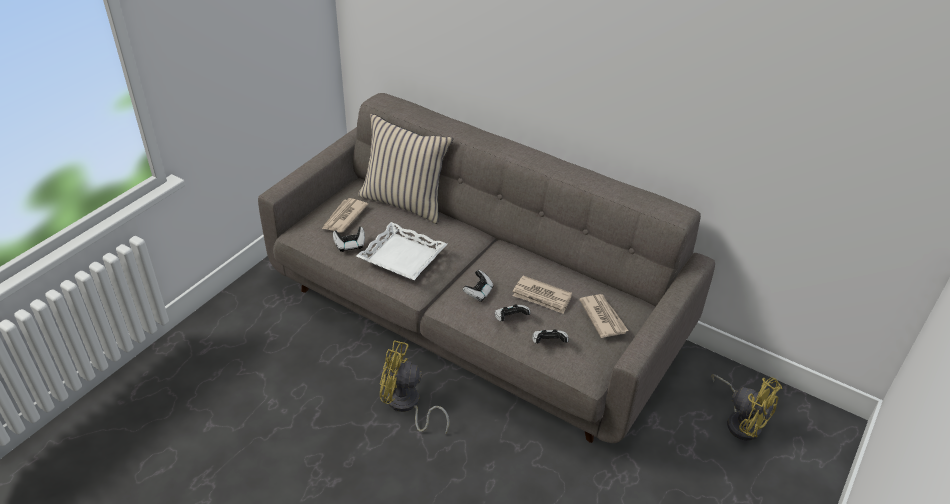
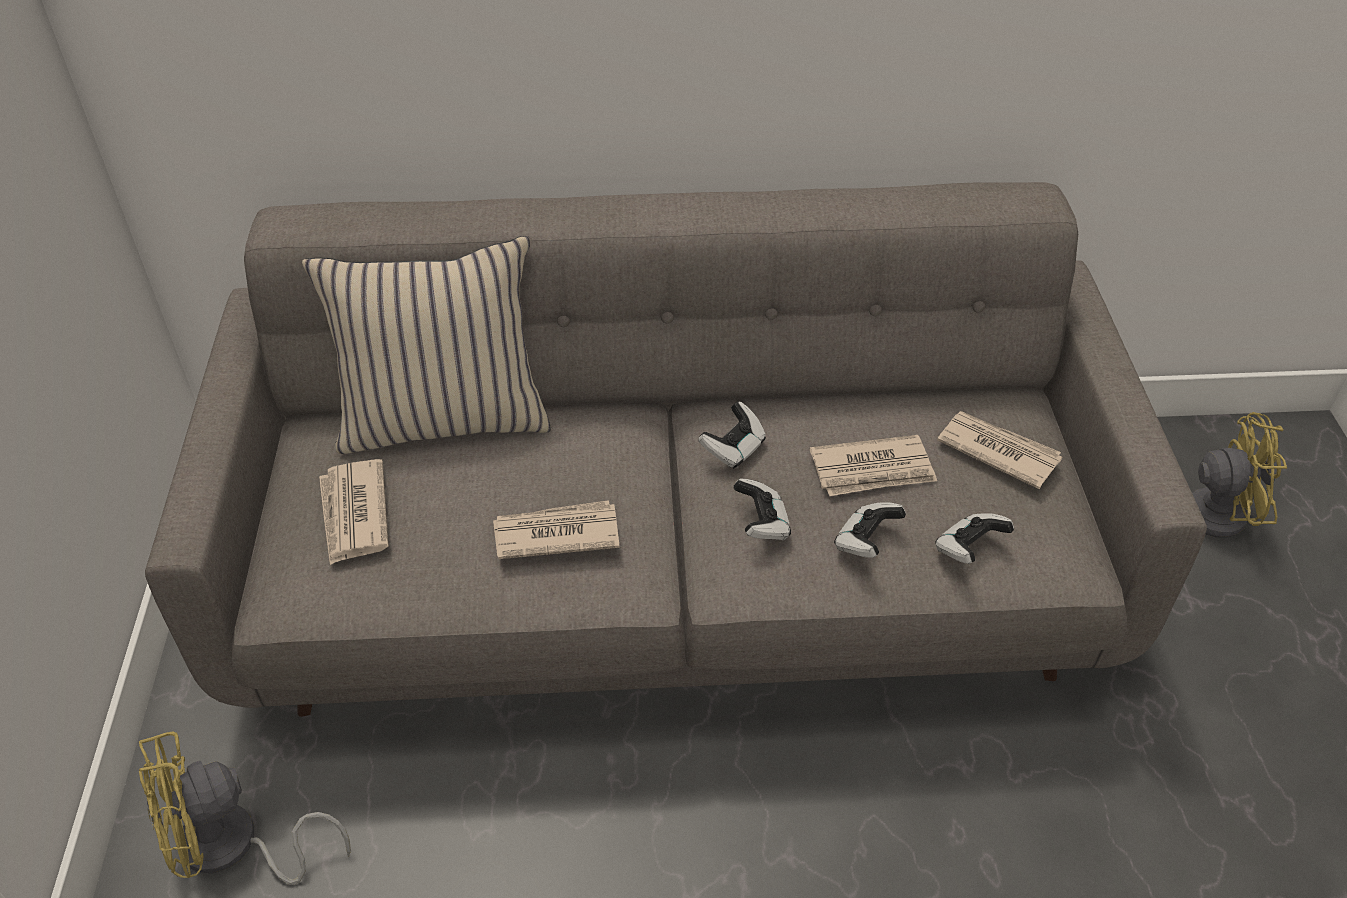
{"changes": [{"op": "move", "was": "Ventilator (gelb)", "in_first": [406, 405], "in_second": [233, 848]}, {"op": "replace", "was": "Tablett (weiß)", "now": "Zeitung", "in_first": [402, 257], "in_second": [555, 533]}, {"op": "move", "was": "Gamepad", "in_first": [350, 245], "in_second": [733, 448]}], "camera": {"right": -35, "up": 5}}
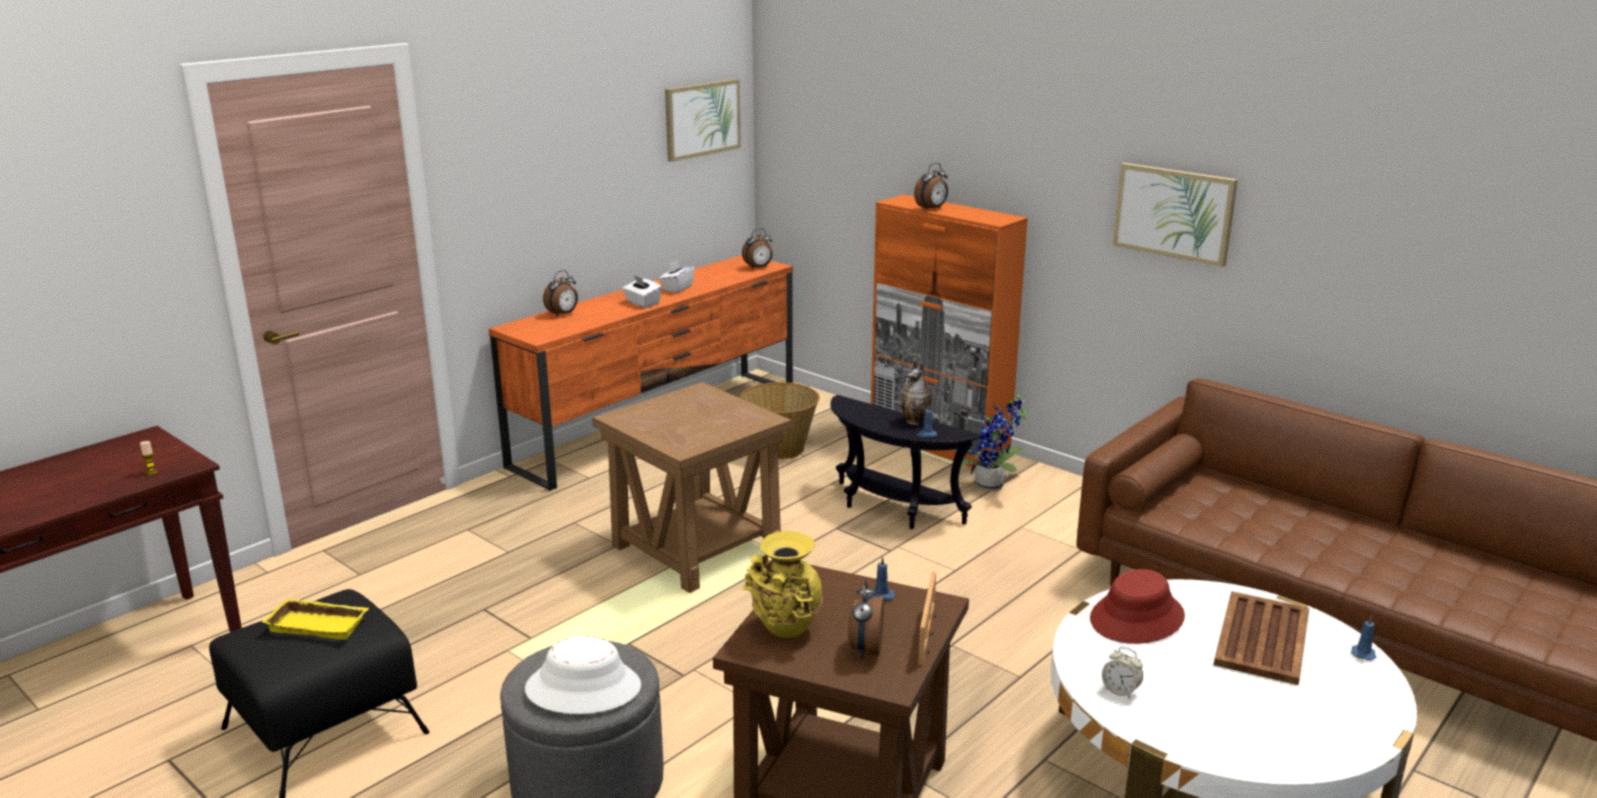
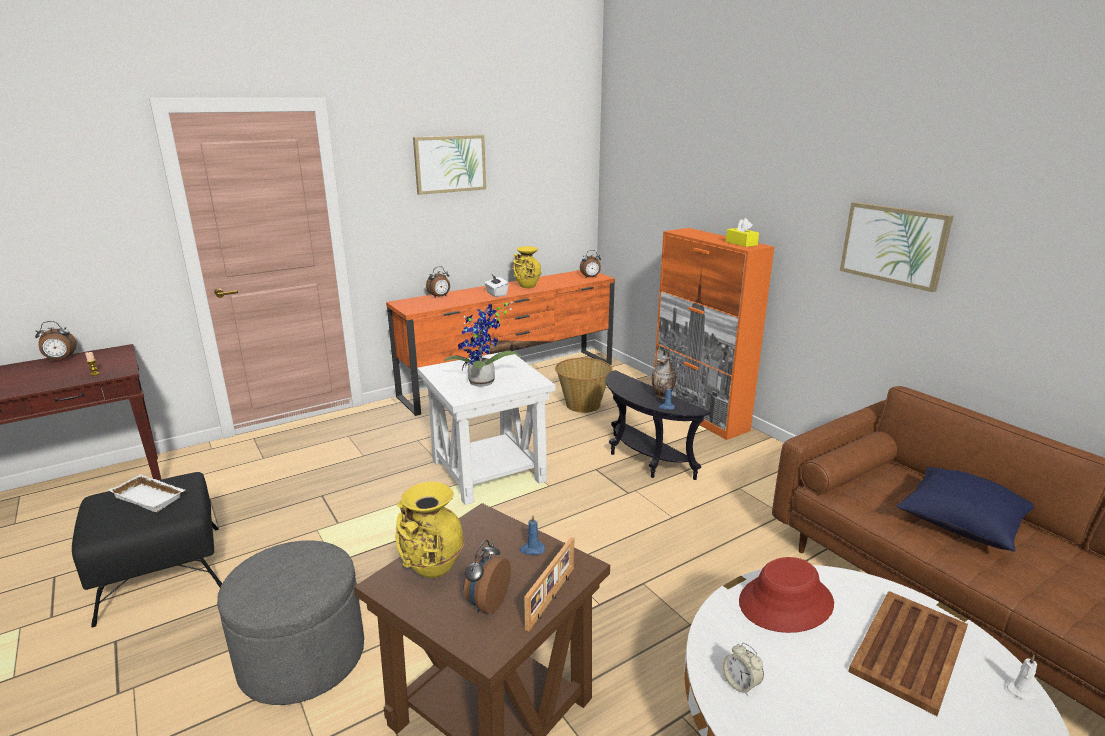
{"changes": [{"op": "move", "was": "Wecker", "in_first": [932, 209], "in_second": [60, 359]}, {"op": "recolor", "was": "Tablett (gelb)", "now": "Tablett (weiß)", "in_first": [320, 624], "in_second": [151, 497]}, {"op": "move", "was": "Bild", "in_first": [702, 119], "in_second": [450, 164]}, {"op": "recolor", "was": "Beistelltisch (braun)", "now": "Beistelltisch (weiß)", "in_first": [698, 548], "in_second": [489, 471]}, {"op": "move", "was": "Topfpflanze", "in_first": [992, 487], "in_second": [483, 383]}, {"op": "replace", "was": "Taschentuchbox (weiß)", "now": "Vase (gelb)", "in_first": [677, 288], "in_second": [526, 286]}, {"op": "insert", "now": "Taschentuchbox (gelb)", "in_second": [741, 243]}, {"op": "insert", "now": "Kissen (blau)", "in_second": [960, 524]}, {"op": "recolor", "was": "Kerze (blau)", "now": "Kerze (weiß)", "in_first": [1362, 653], "in_second": [1020, 690]}, {"op": "delete", "was": "Hut (weiß)", "in_first": [583, 688]}], "camera": {"right": 15, "up": 0}}
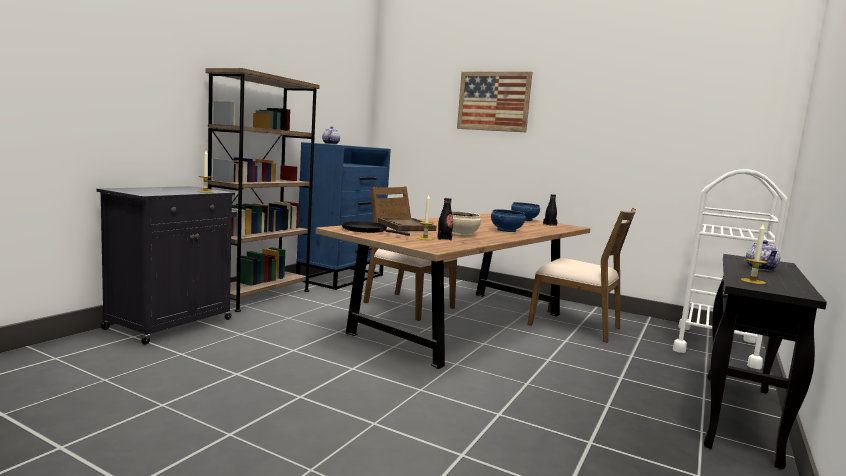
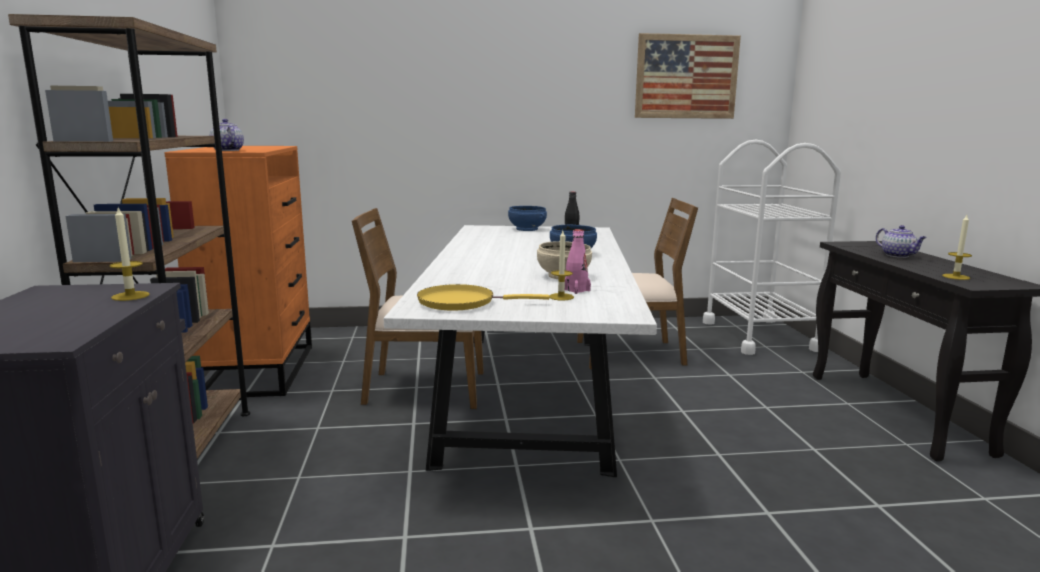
{"changes": [{"op": "recolor", "was": "Kommode (blau)", "now": "Kommode (orange)", "in_first": [342, 277], "in_second": [260, 370]}, {"op": "recolor", "was": "Esstisch (braun)", "now": "Esstisch (weiß)", "in_first": [462, 323], "in_second": [528, 393]}, {"op": "recolor", "was": "Pfanne (schwarz)", "now": "Pfanne (gelb)", "in_first": [367, 230], "in_second": [461, 302]}, {"op": "recolor", "was": "Flasche (schwarz)", "now": "Flasche (rosa)", "in_first": [444, 239], "in_second": [576, 290]}, {"op": "move", "was": "Bild", "in_first": [493, 101], "in_second": [686, 77]}, {"op": "delete", "was": "Tablett (braun)", "in_first": [406, 226]}], "camera": {"right": -35, "up": 5}}
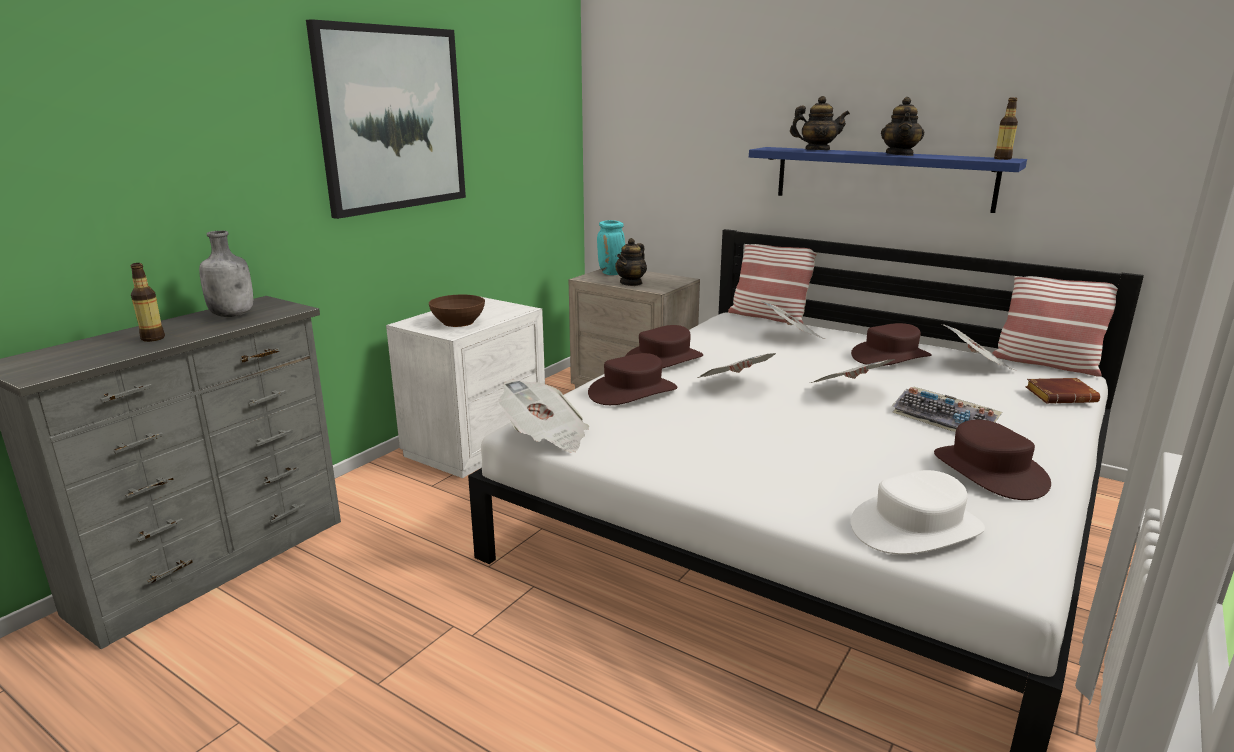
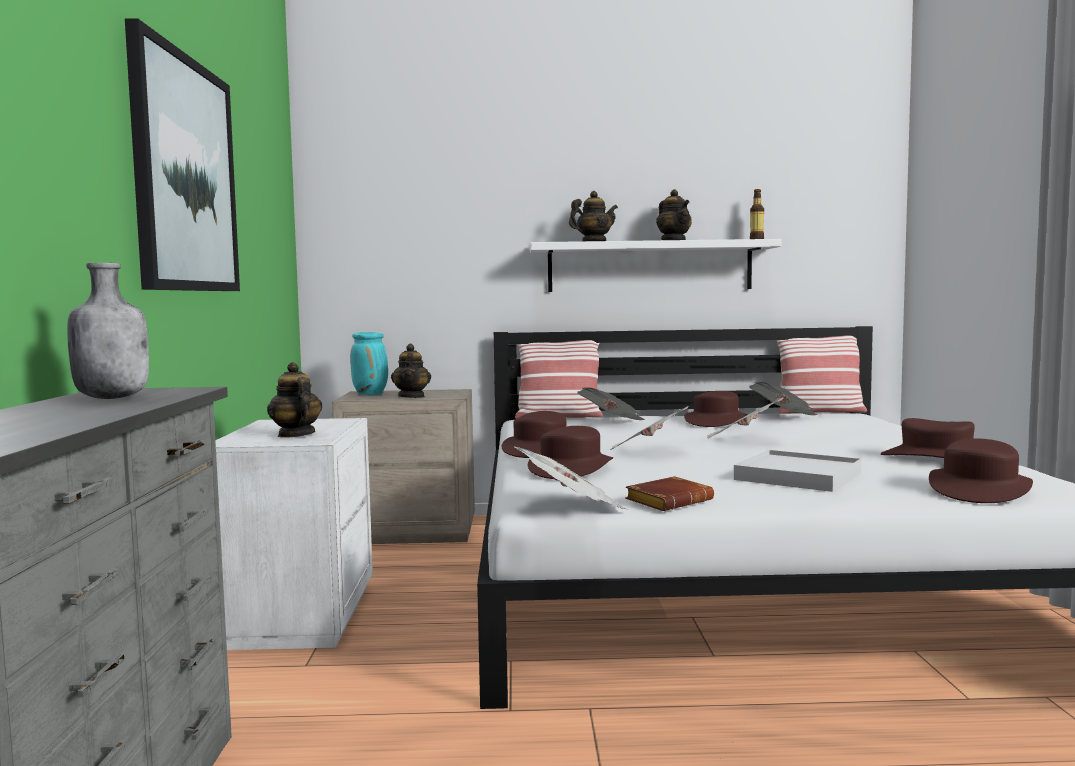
{"changes": [{"op": "replace", "was": "Schüssel (braun)", "now": "Teekanne", "in_first": [457, 322], "in_second": [295, 435]}, {"op": "recolor", "was": "Wandregal (blau)", "now": "Wandregal (weiß)", "in_first": [882, 178], "in_second": [649, 266]}, {"op": "move", "was": "Buch (braun)", "in_first": [1061, 396], "in_second": [669, 501]}, {"op": "insert", "now": "Tablett (weiß)", "in_second": [798, 476]}, {"op": "recolor", "was": "Hut (weiß)", "now": "Hut (braun)", "in_first": [916, 528], "in_second": [979, 489]}, {"op": "delete", "was": "Flasche", "in_first": [153, 338]}, {"op": "delete", "was": "Tastatur", "in_first": [945, 420]}], "camera": {"right": -35, "up": -15}}
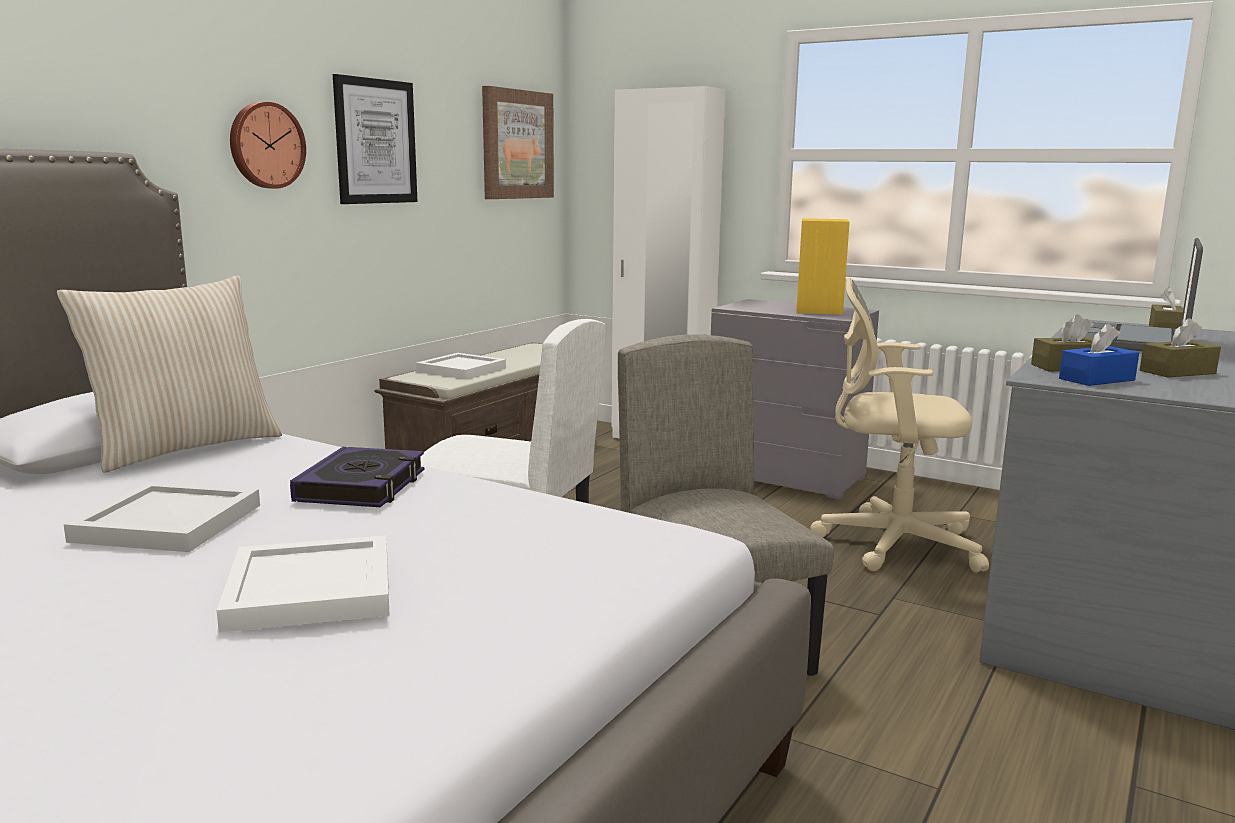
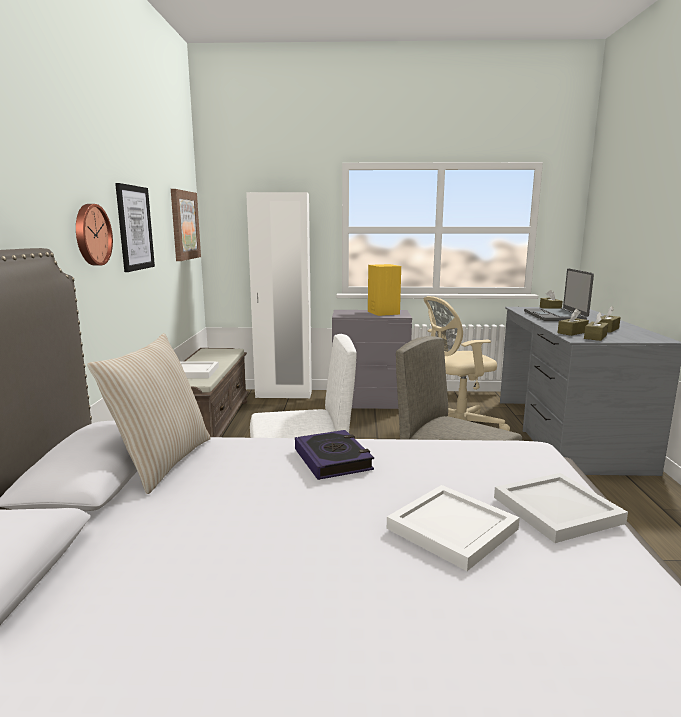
{"changes": [{"op": "move", "was": "Tablett (weiß)", "in_first": [171, 522], "in_second": [557, 509]}, {"op": "recolor", "was": "Taschentuchbox (blau)", "now": "Taschentuchbox (braun)", "in_first": [1096, 379], "in_second": [595, 337]}], "camera": {"right": -30, "up": 0}}
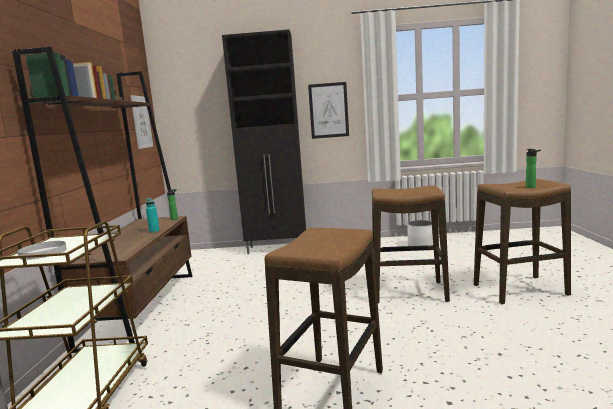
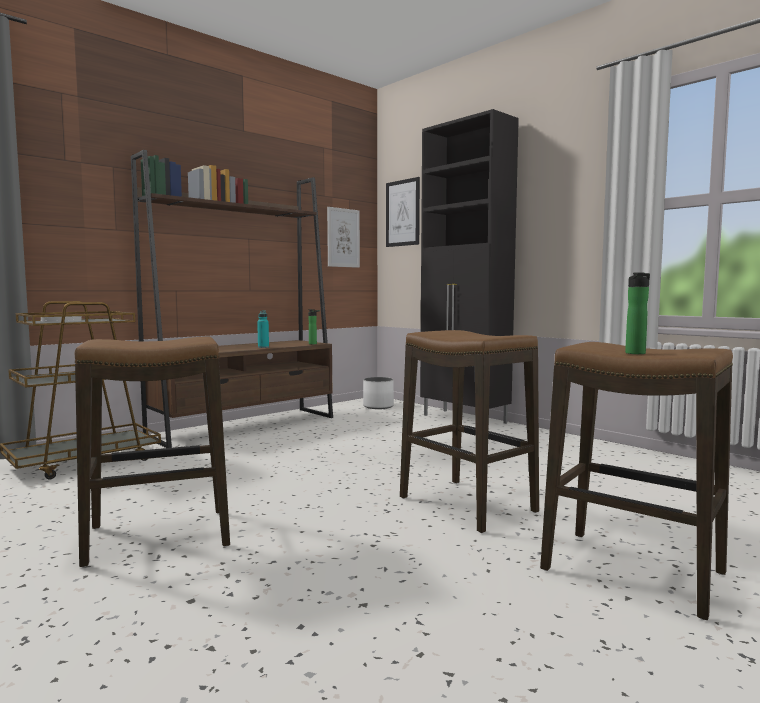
{"changes": [{"op": "move", "was": "Pflanzkübel (weiß)", "in_first": [420, 245], "in_second": [378, 406]}, {"op": "move", "was": "Bild", "in_first": [328, 110], "in_second": [402, 213]}], "camera": {"right": 45, "up": -5}}
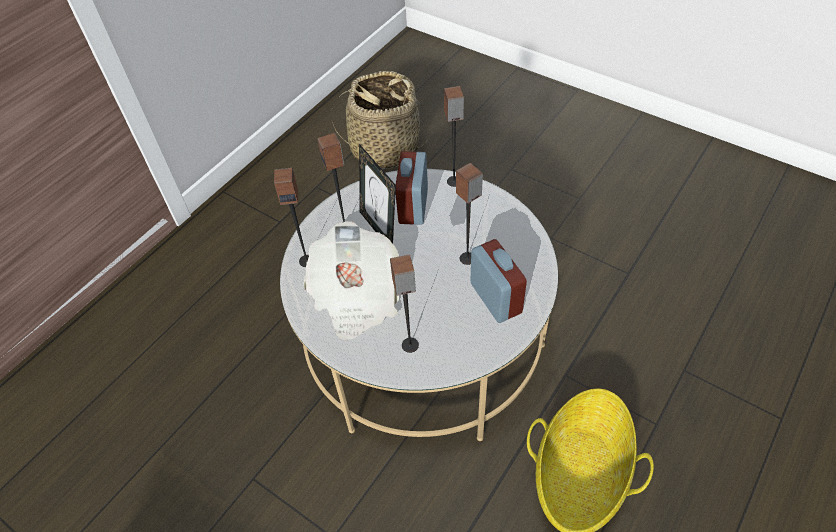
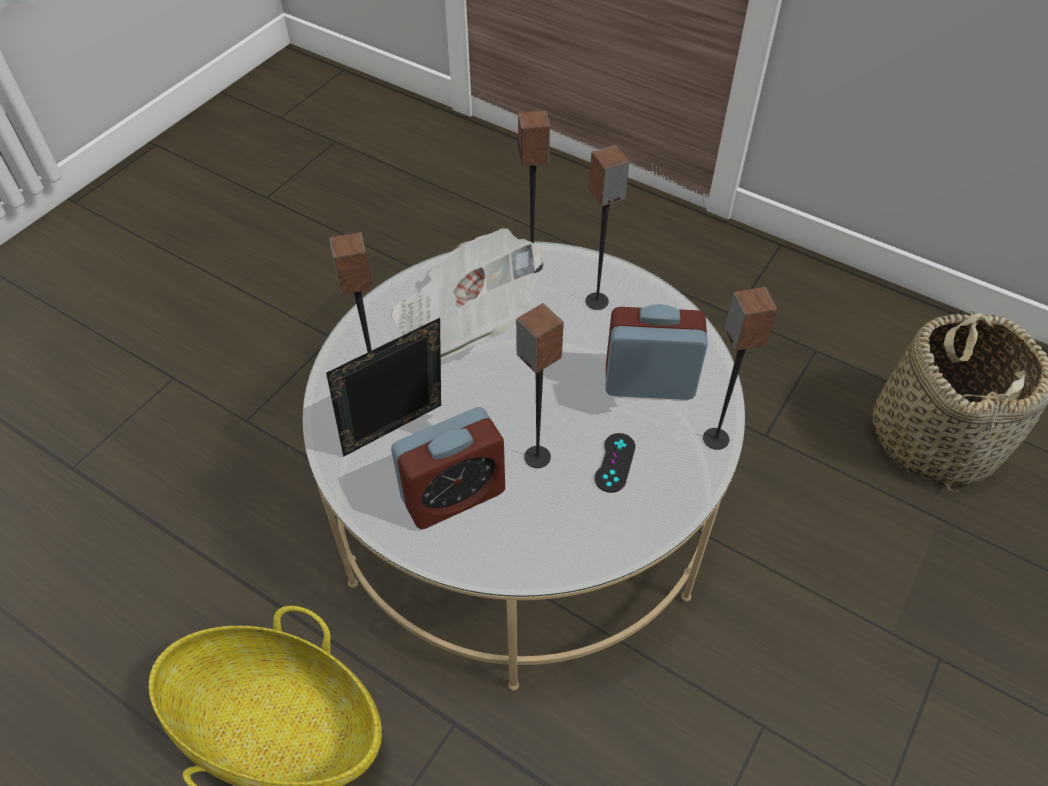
{"changes": [{"op": "move", "was": "Bilderrahmen", "in_first": [380, 229], "in_second": [397, 436]}, {"op": "insert", "now": "Gamepad (schwarz)", "in_second": [615, 462]}], "camera": {"right": 85, "up": 0}}
